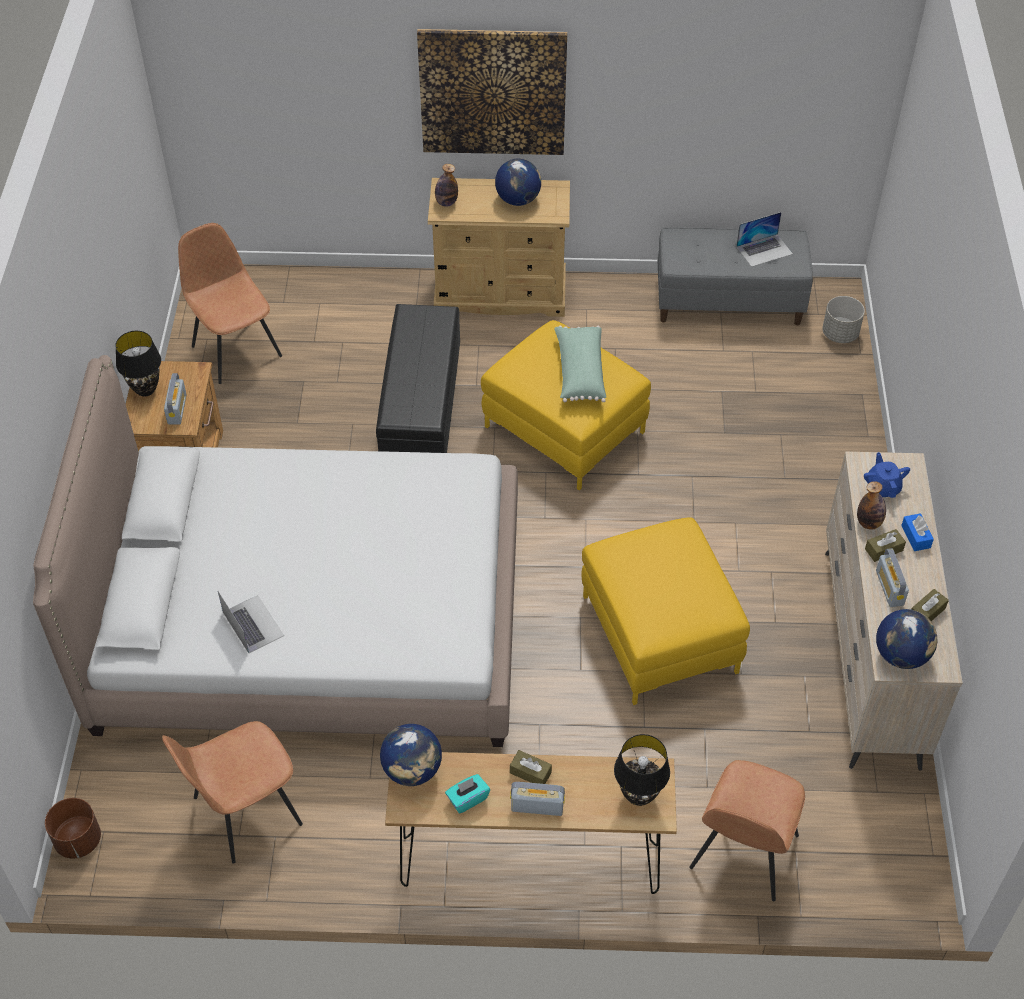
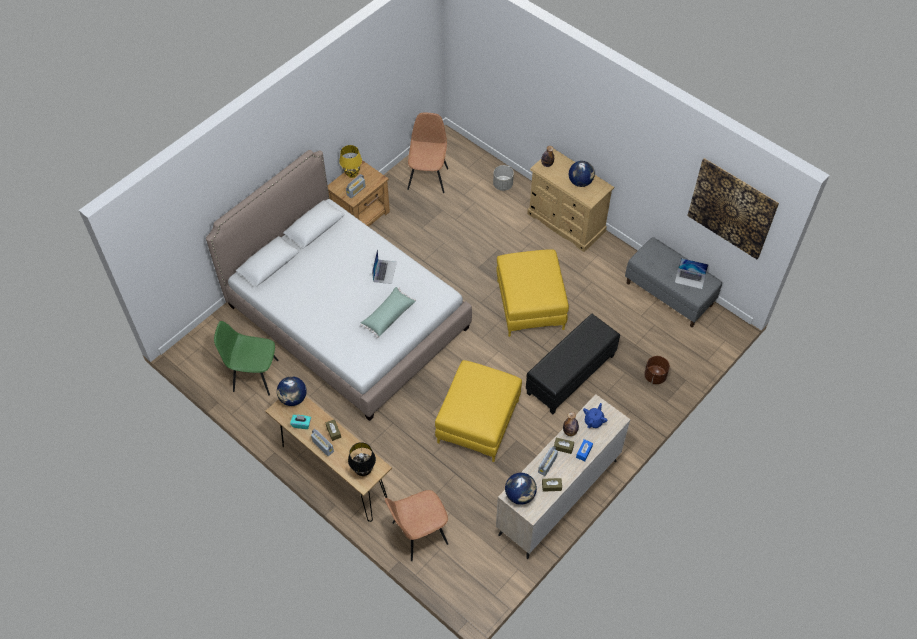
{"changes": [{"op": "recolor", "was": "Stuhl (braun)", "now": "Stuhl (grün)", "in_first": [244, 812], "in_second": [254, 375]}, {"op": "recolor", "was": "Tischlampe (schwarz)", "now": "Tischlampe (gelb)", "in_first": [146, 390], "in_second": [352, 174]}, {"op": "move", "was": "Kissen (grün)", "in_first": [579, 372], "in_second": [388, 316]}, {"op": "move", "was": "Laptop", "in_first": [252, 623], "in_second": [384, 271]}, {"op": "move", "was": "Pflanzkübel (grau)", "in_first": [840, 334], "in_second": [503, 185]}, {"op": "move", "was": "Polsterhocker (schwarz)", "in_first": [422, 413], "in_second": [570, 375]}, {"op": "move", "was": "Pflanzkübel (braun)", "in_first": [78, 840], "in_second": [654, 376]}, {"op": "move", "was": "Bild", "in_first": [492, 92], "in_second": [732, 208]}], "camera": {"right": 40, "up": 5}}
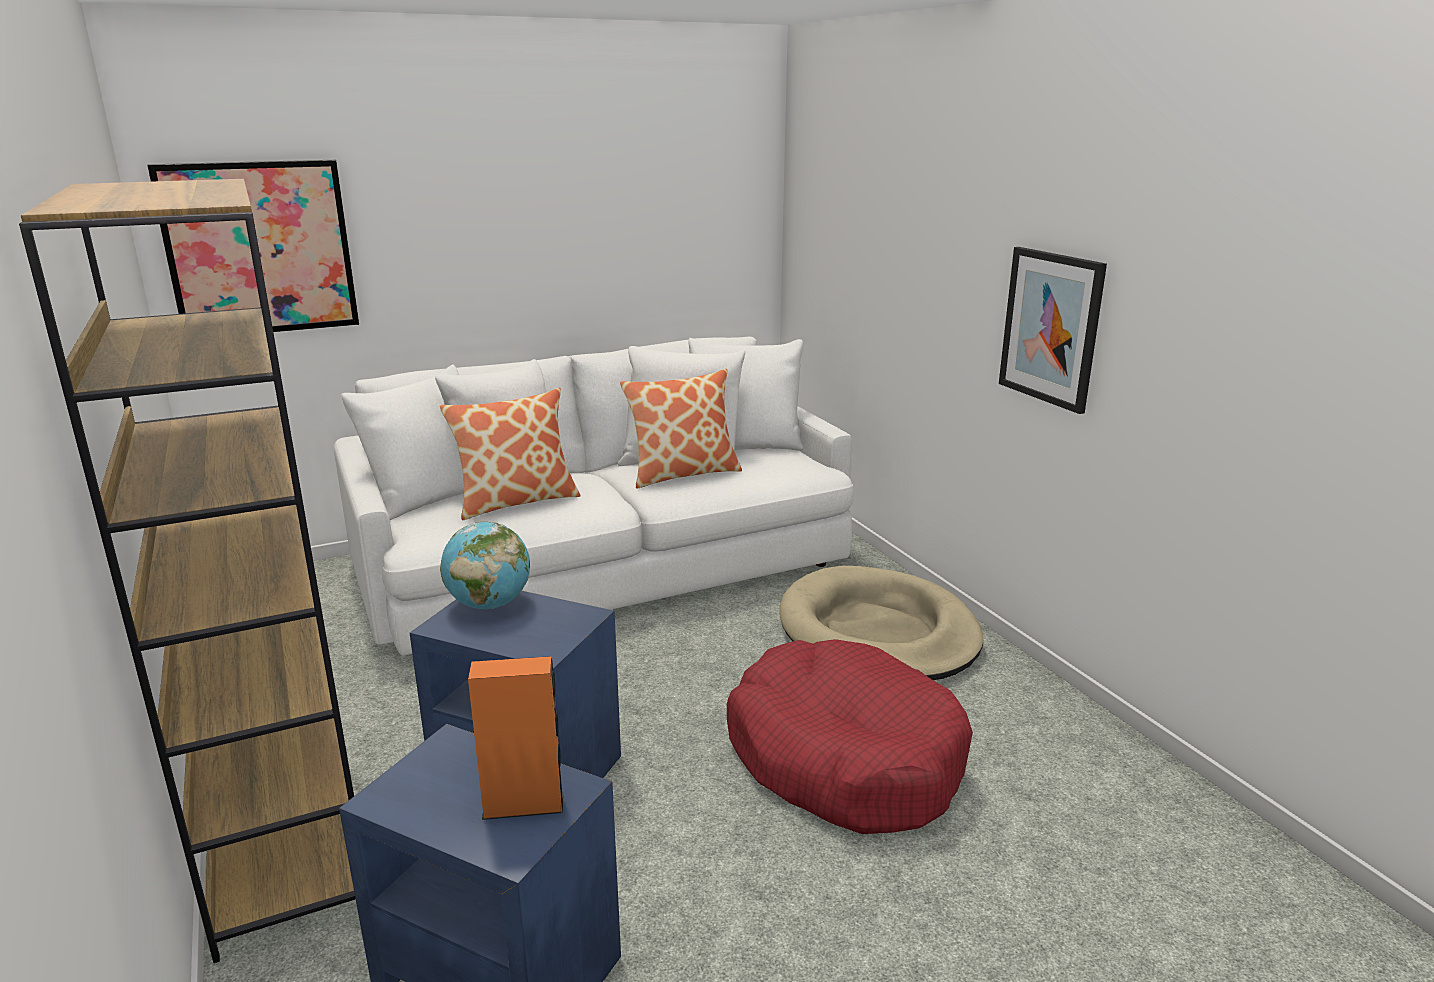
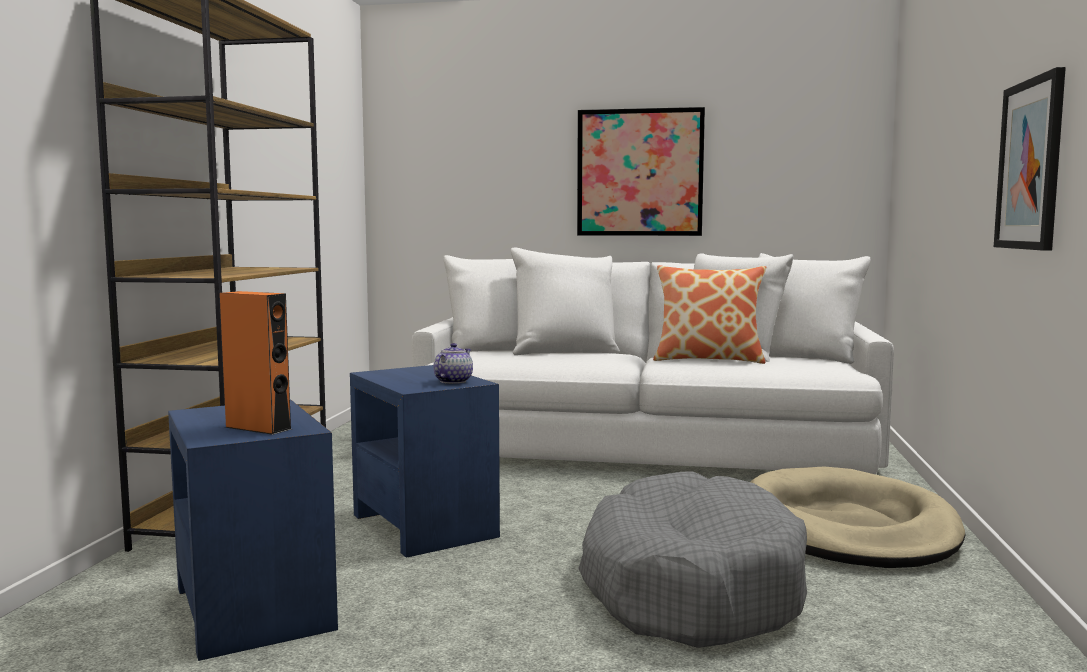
{"changes": [{"op": "insert", "now": "Teekanne", "in_second": [452, 381]}, {"op": "move", "was": "Bild", "in_first": [259, 248], "in_second": [640, 172]}, {"op": "recolor", "was": "Hundebett (rot)", "now": "Hundebett (grau)", "in_first": [844, 758], "in_second": [690, 588]}, {"op": "delete", "was": "Kissen", "in_first": [516, 501]}, {"op": "delete", "was": "Globus", "in_first": [489, 604]}], "camera": {"right": 35, "up": -15}}
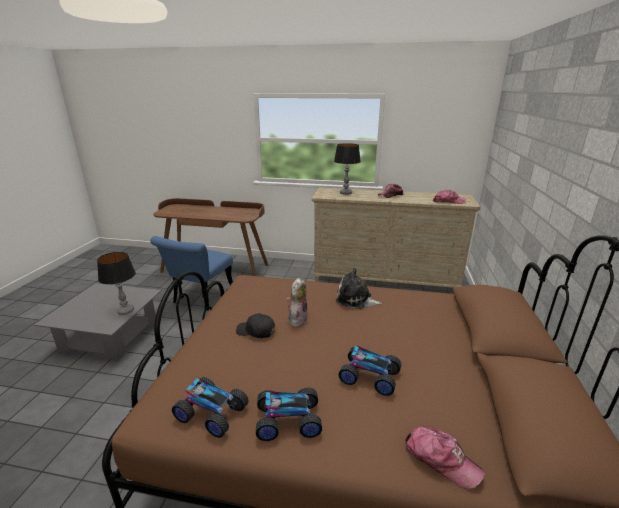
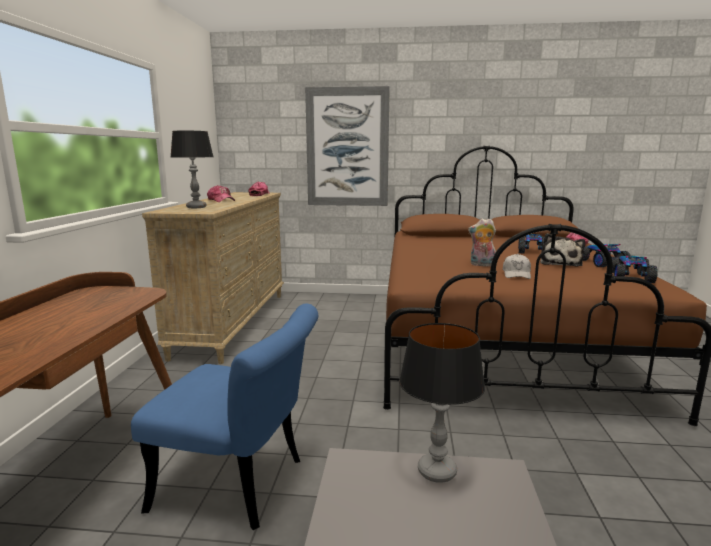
{"changes": [{"op": "insert", "now": "Bild", "in_second": [347, 147]}, {"op": "recolor", "was": "Kappe (schwarz)", "now": "Kappe (weiß)", "in_first": [256, 331], "in_second": [516, 274]}, {"op": "move", "was": "Plüschtier", "in_first": [356, 299], "in_second": [560, 263]}], "camera": {"right": -95, "up": -10}}
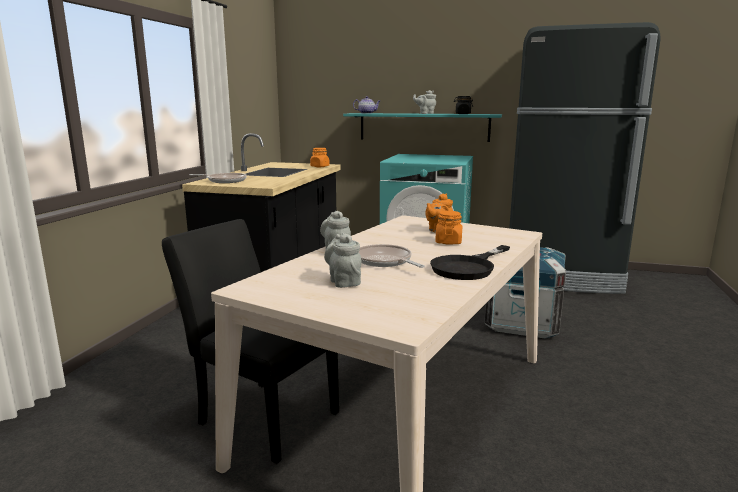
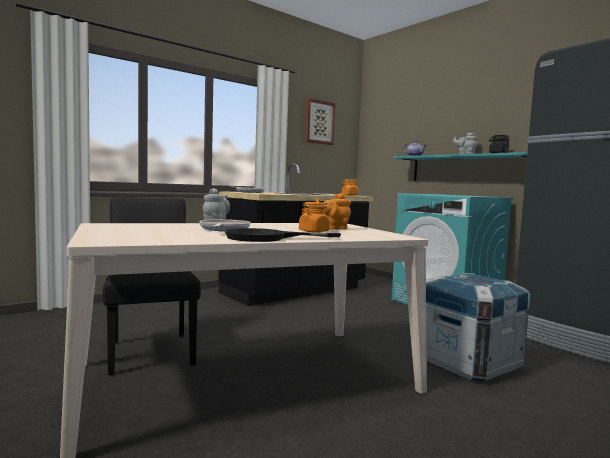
{"changes": [{"op": "insert", "now": "Bild", "in_second": [319, 122]}, {"op": "delete", "was": "Teekanne (grau)", "in_first": [344, 281]}], "camera": {"right": 35, "up": -10}}
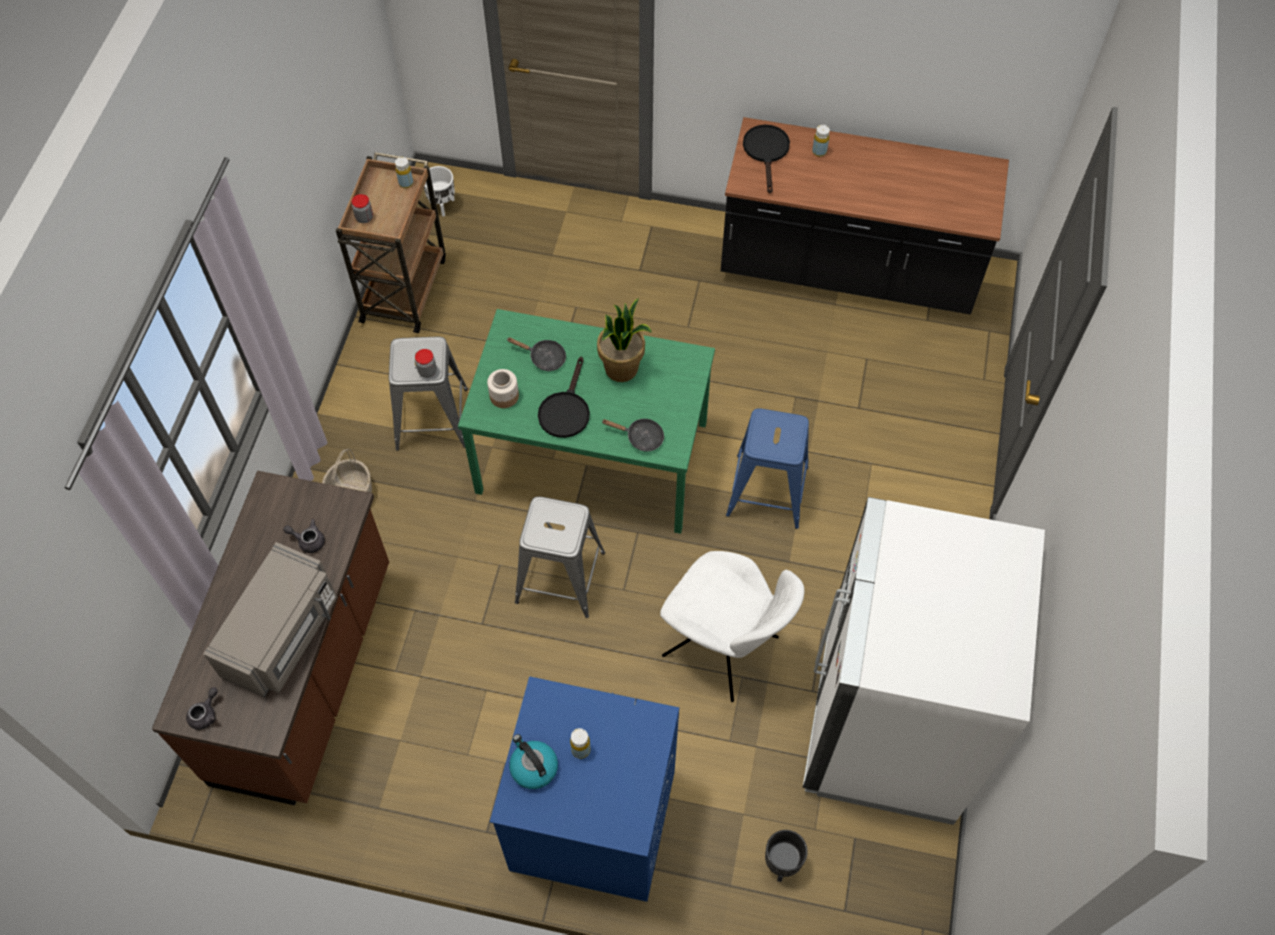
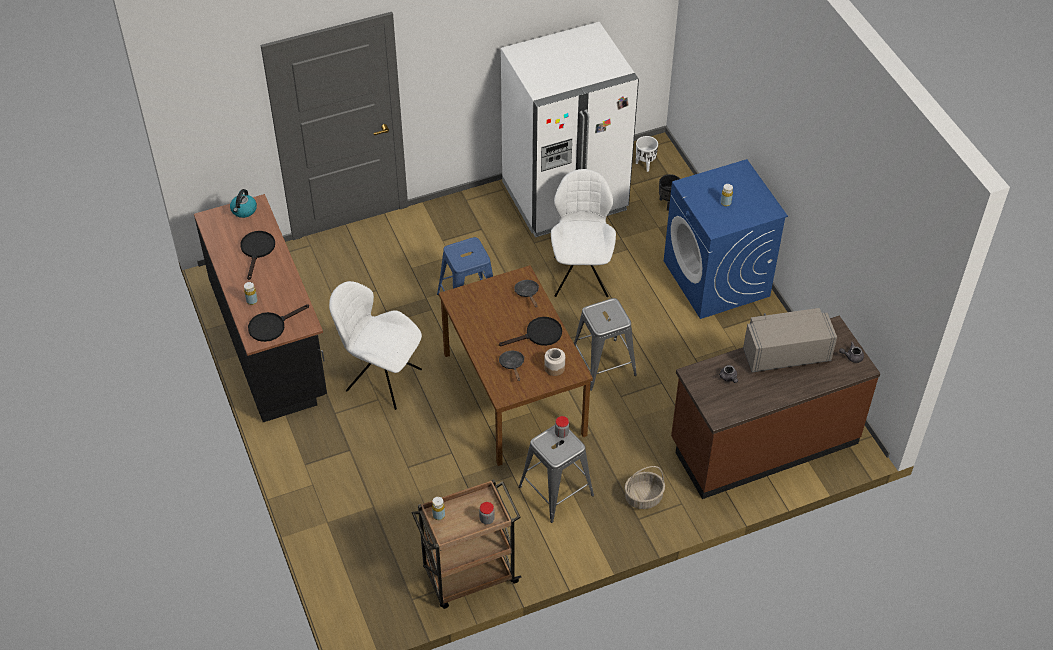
{"changes": [{"op": "move", "was": "Wasserkessel", "in_first": [533, 767], "in_second": [244, 210]}, {"op": "insert", "now": "Pfanne (schwarz)", "in_second": [257, 250]}, {"op": "insert", "now": "Stuhl (weiß)", "in_second": [381, 379]}, {"op": "recolor", "was": "Esstisch (grün)", "now": "Esstisch (braun)", "in_first": [590, 458], "in_second": [515, 394]}, {"op": "move", "was": "Pflanzkübel (weiß)", "in_first": [442, 206], "in_second": [645, 164]}, {"op": "delete", "was": "Topfpflanze", "in_first": [622, 369]}], "camera": {"right": -125, "up": -10}}
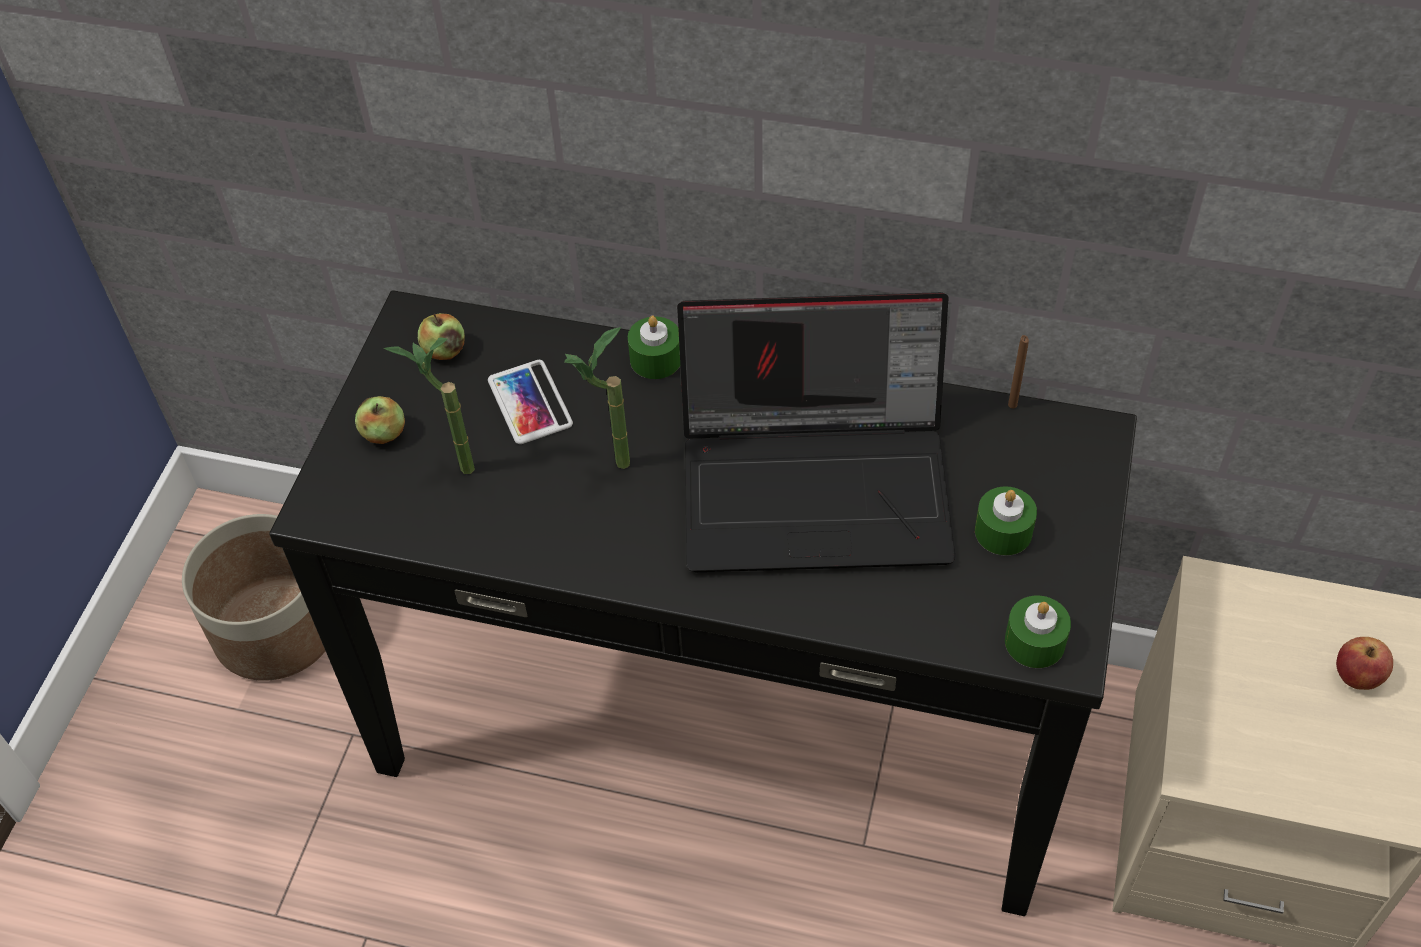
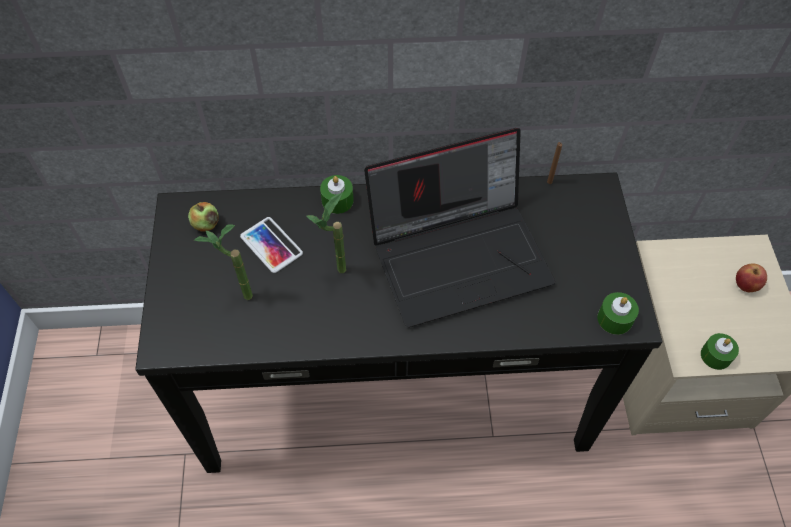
{"changes": [{"op": "move", "was": "Kerze (grün)", "in_first": [1003, 531], "in_second": [716, 355]}, {"op": "delete", "was": "Pflanzkübel", "in_first": [276, 627]}, {"op": "delete", "was": "Apfel", "in_first": [384, 434]}], "camera": {"right": -20, "up": 5}}
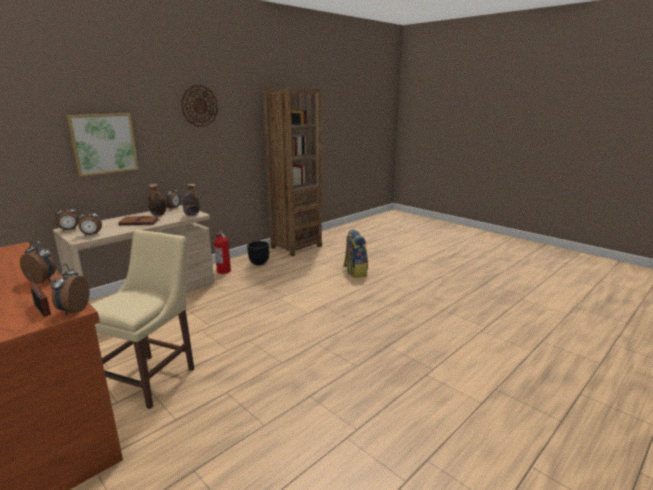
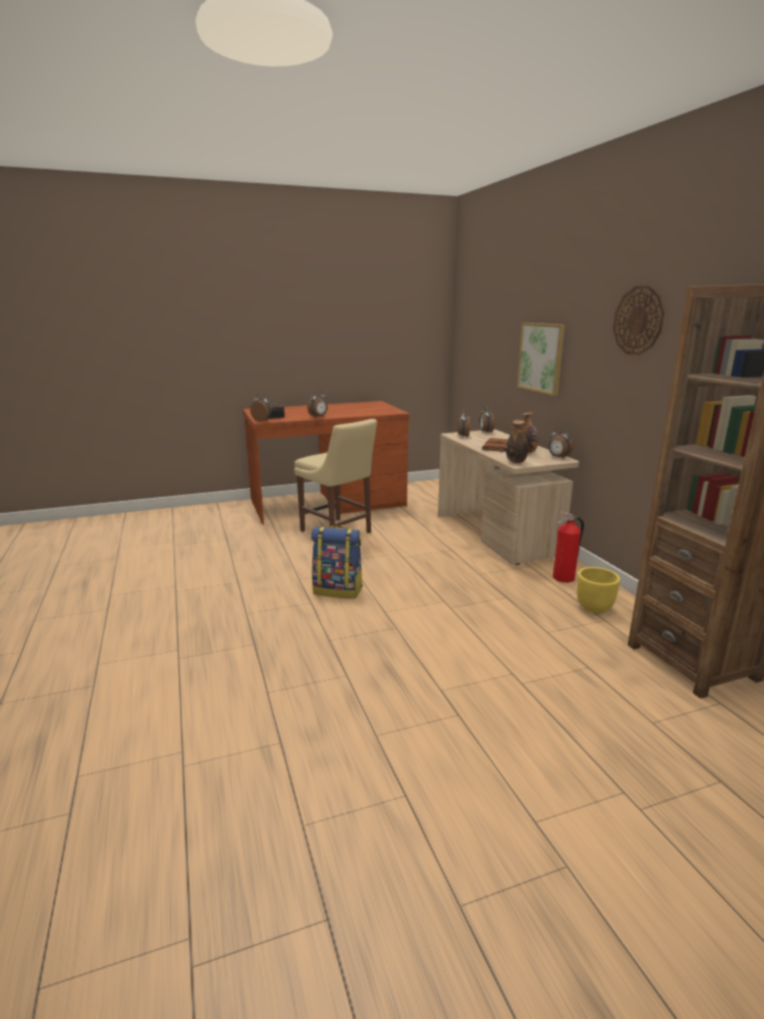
{"changes": [{"op": "move", "was": "Rucksack", "in_first": [355, 272], "in_second": [338, 590]}, {"op": "recolor", "was": "Pflanzkübel (schwarz)", "now": "Pflanzkübel (gelb)", "in_first": [259, 263], "in_second": [593, 608]}], "camera": {"right": 115, "up": 0}}
